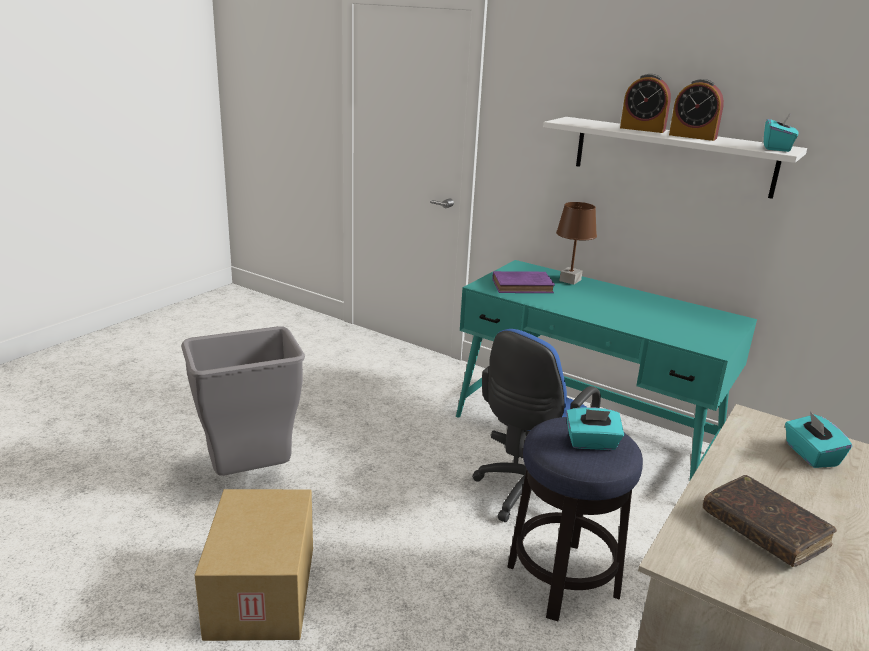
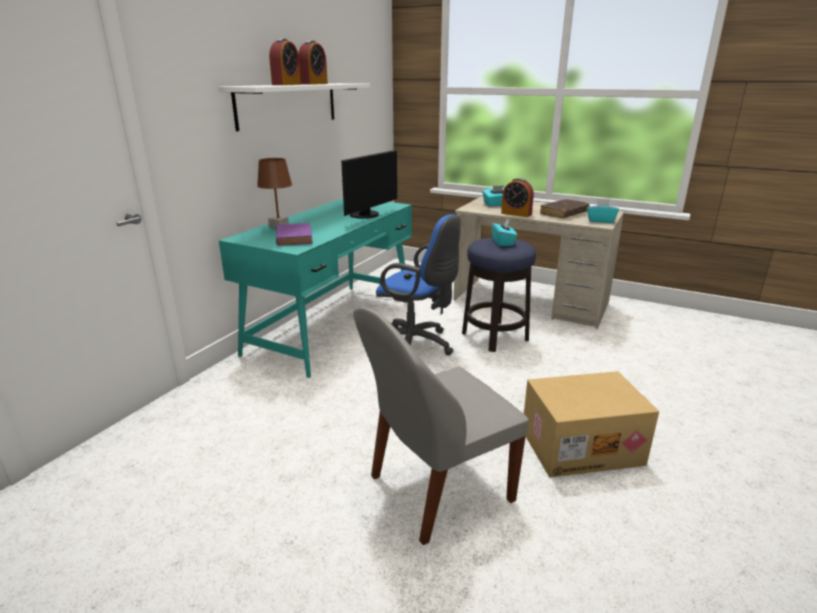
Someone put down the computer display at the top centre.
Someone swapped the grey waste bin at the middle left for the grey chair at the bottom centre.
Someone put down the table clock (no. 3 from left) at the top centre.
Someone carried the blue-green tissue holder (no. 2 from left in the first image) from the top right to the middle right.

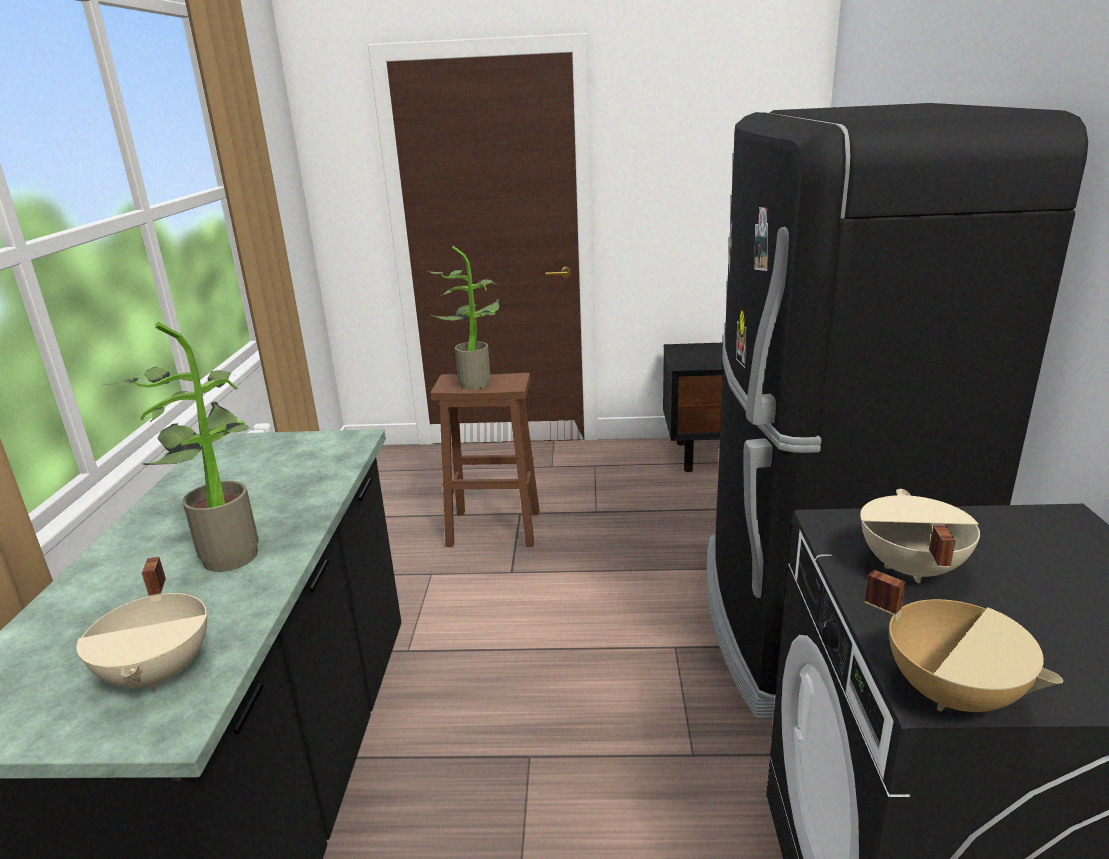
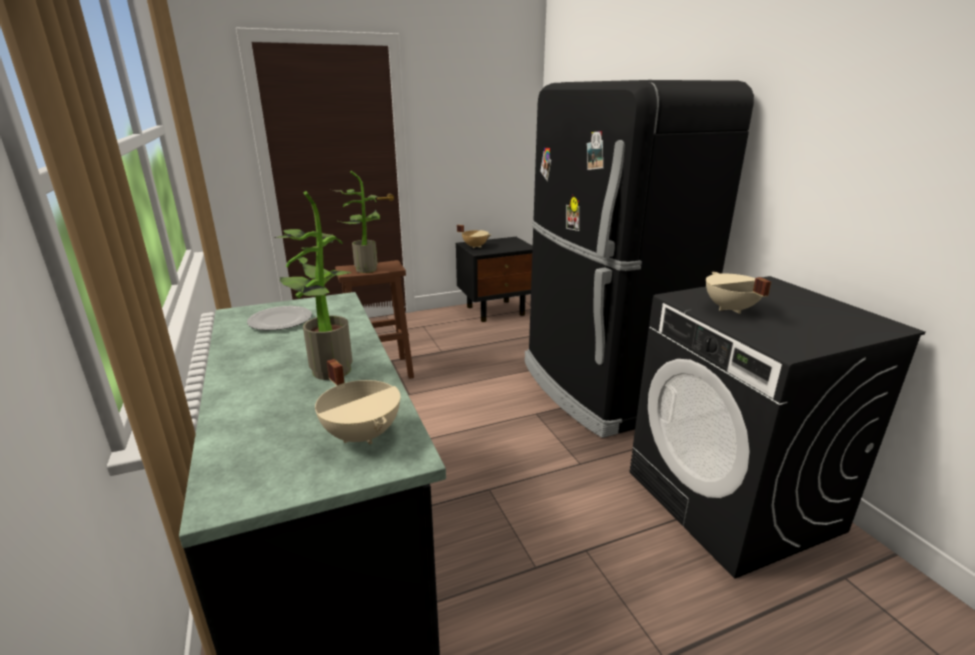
Someone put down the plate at the middle left.
Someone carried the beige saucepot (no. 3 from left in the first image) from the bottom right to the centre.

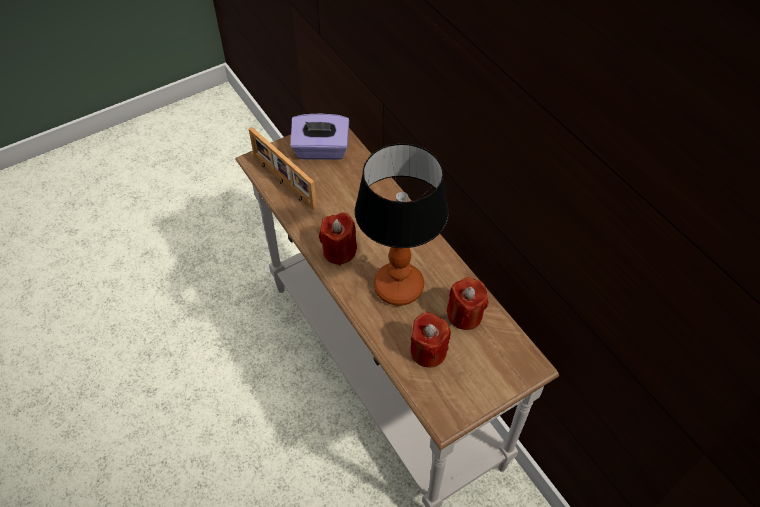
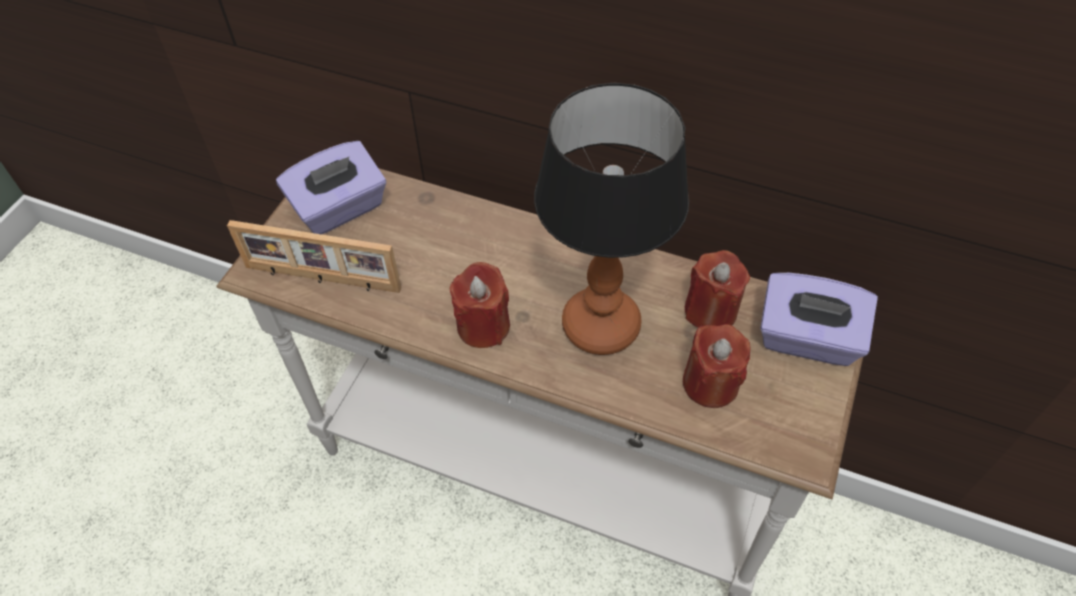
Someone put down the purple-coloured tissue holder (no. 2 from left) at the middle right.

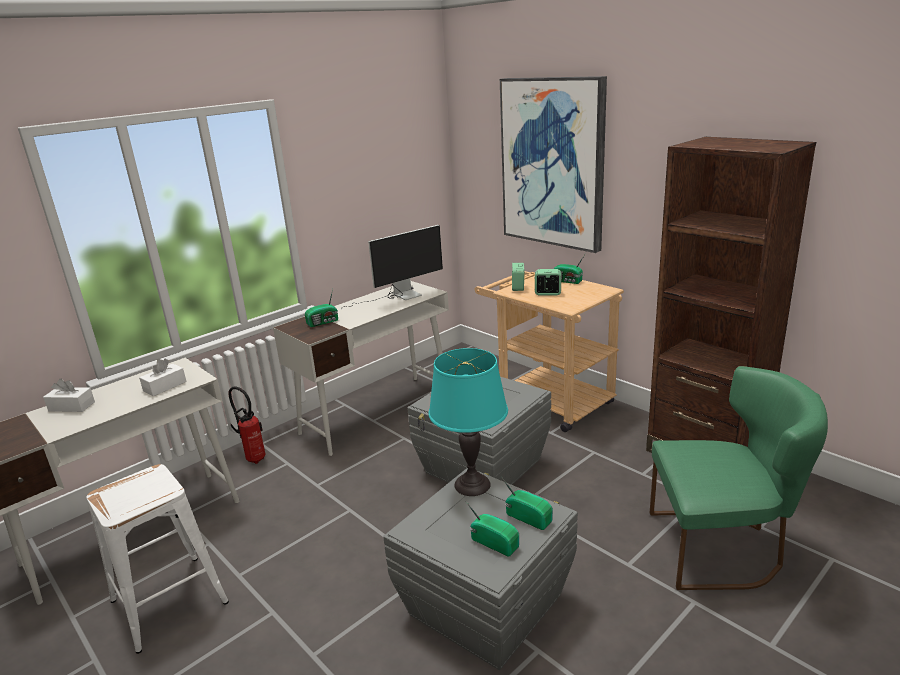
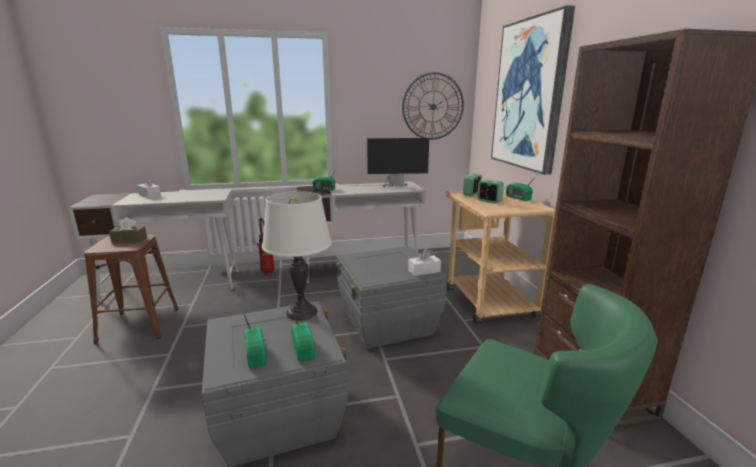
Someone repainted the white stool at the bottom left, which became the brown stool at the middle left.
Someone put down the brown tissue holder at the middle left.
Someone repainted the blue-green tabletop lamp at the centre, which became the white tabletop lamp at the centre.
Someone put up the wall clock at the top centre.
Someone carried the white tissue holder (no. 2 from left) from the middle left to the centre.

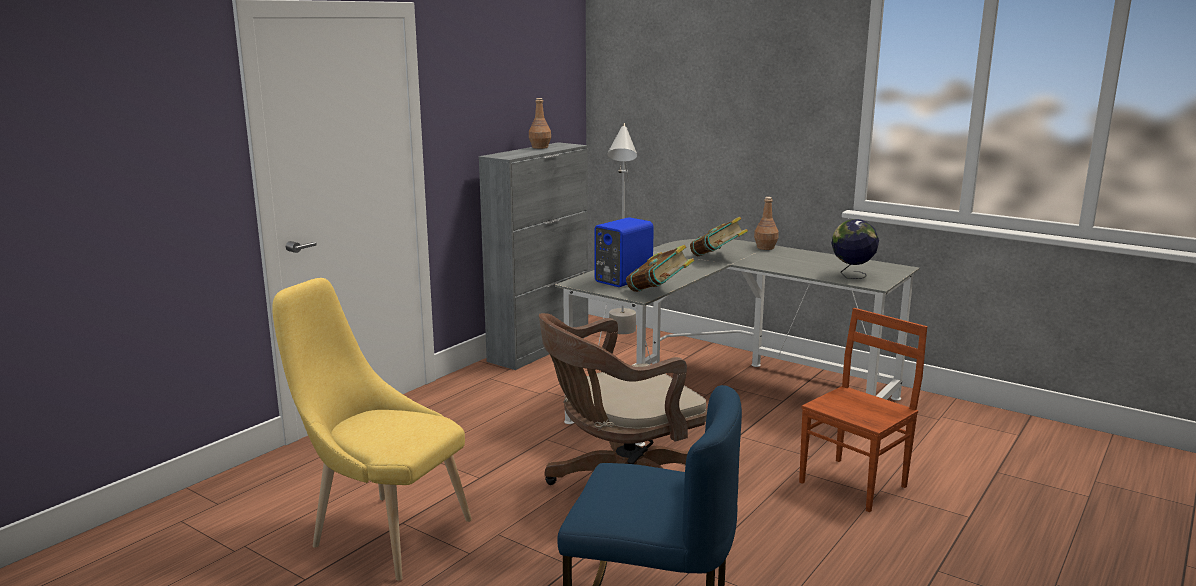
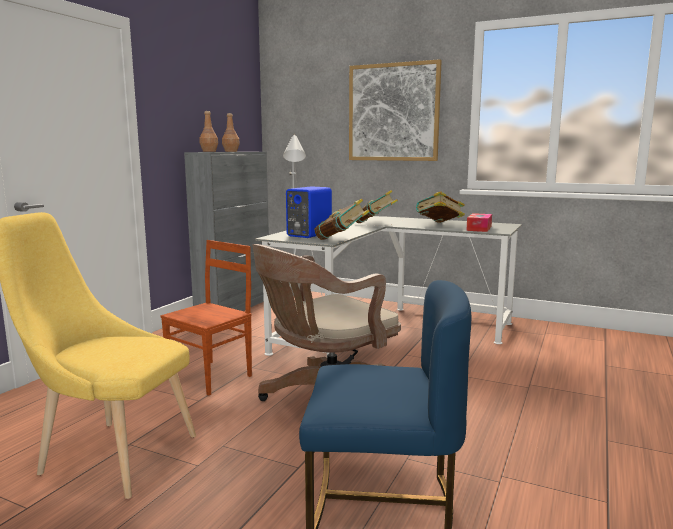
Someone carried the brown chair from the bottom right to the middle left.
Someone carried the brown beverage bottle (no. 2 from left in the first image) from the centre to the top left.
Someone put up the wall art at the top centre.
Someone put down the book (no. 3 from left) at the centre.
Someone swapped the world globe at the middle right for the tissue holder at the middle right.

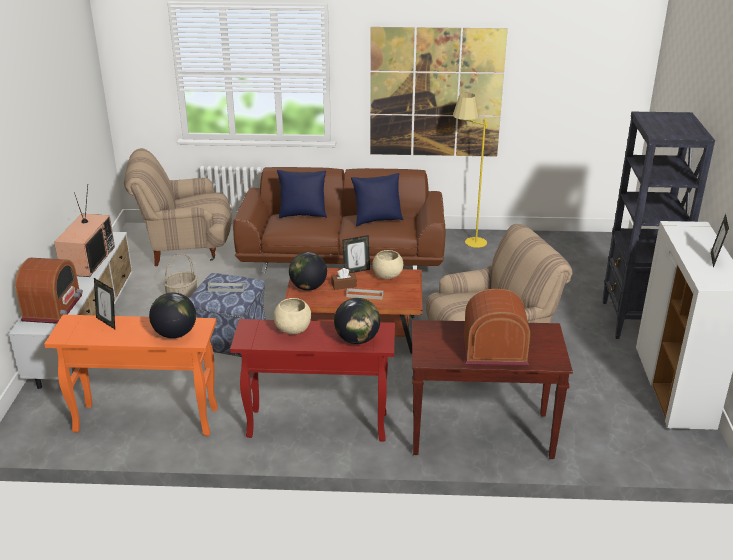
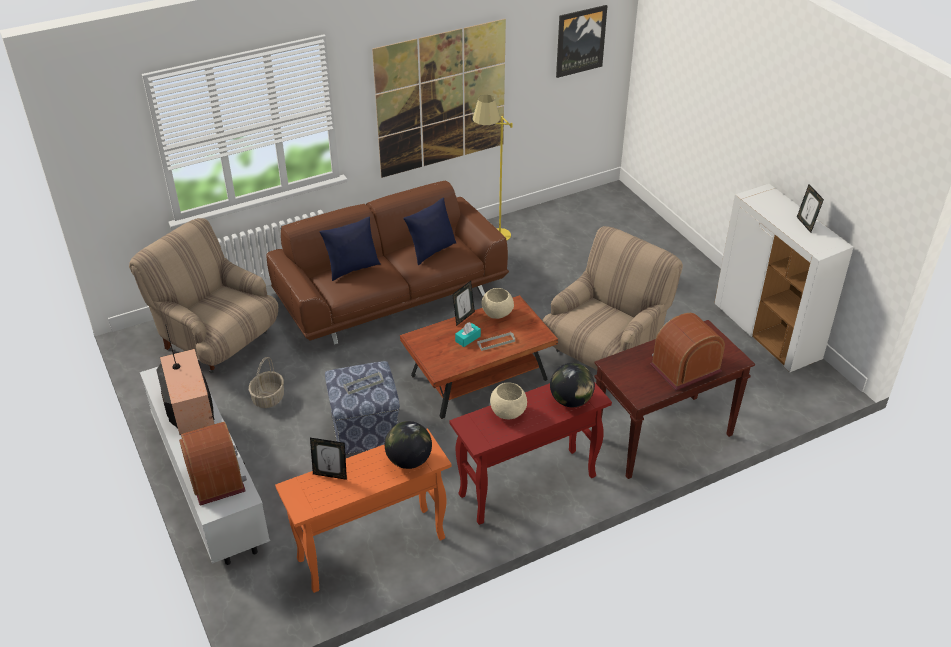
Someone rotated the beige armchair (no. 1 from left) at the middle left by 75 degrees clockwise.
Someone repainted the brown tissue holder at the centre, which became the blue-green tissue holder at the centre.
Someone put up the wall art (no. 2 from left) at the top centre.
Someone took away the world globe (no. 2 from left) at the centre.
Someone took away the black-coloured bookshelf at the middle right.

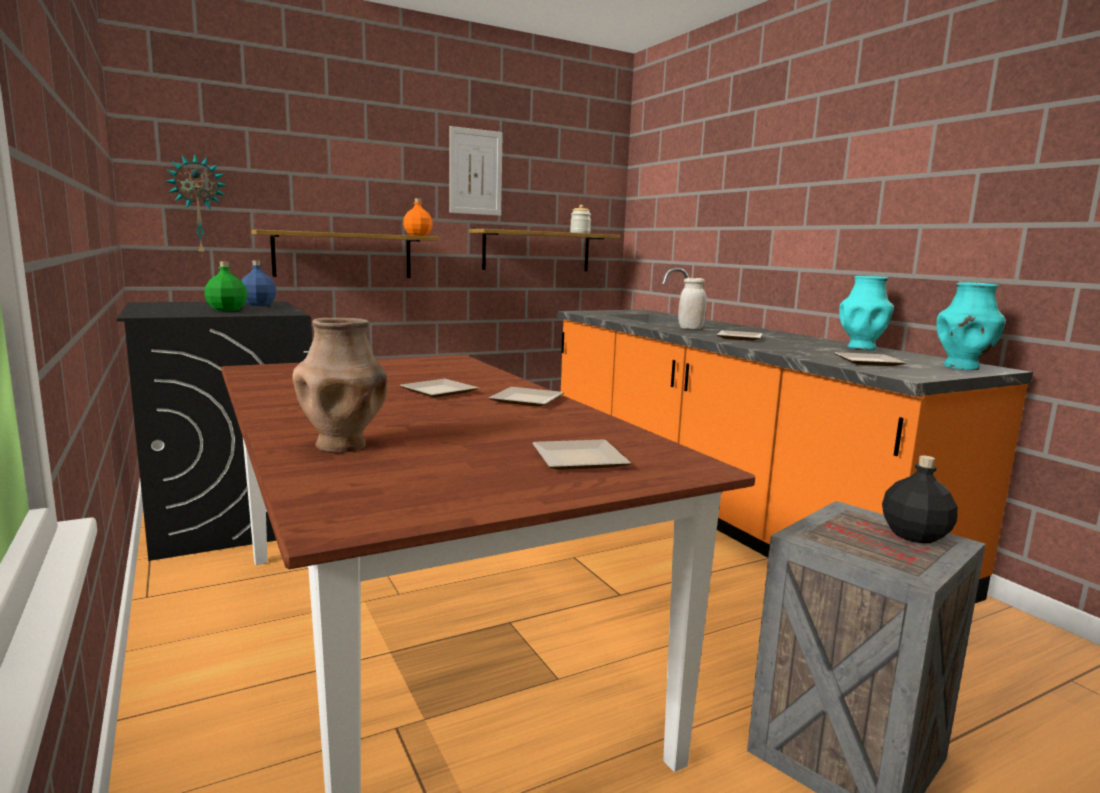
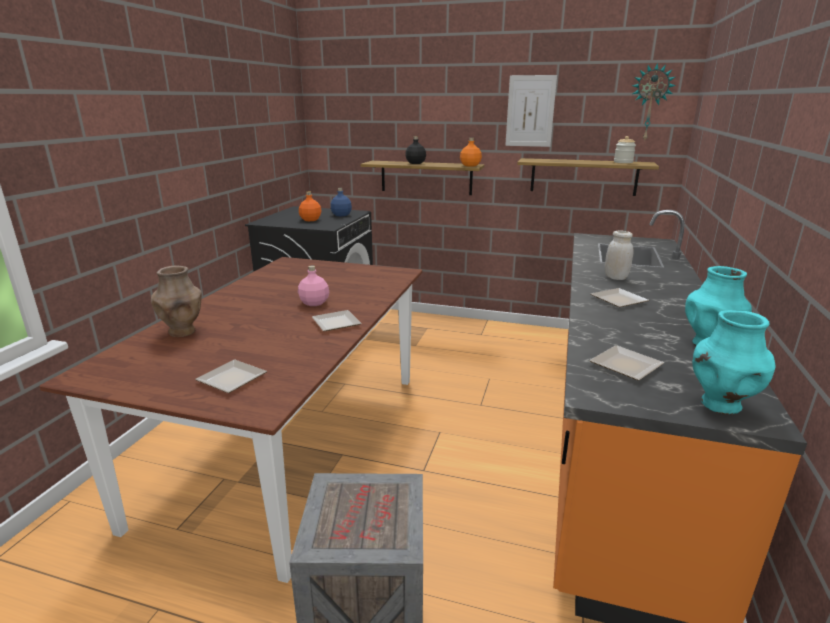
Someone swapped the plate (no. 1 from left) at the centre for the pinkish beverage bottle at the centre.
Someone repainted the greenish beverage bottle at the middle left, which became the orangey beverage bottle (no. 1 from left) at the top centre.
Someone carried the black-coloured beverage bottle from the middle right to the top centre.
Someone carried the wall clock from the top left to the top right.

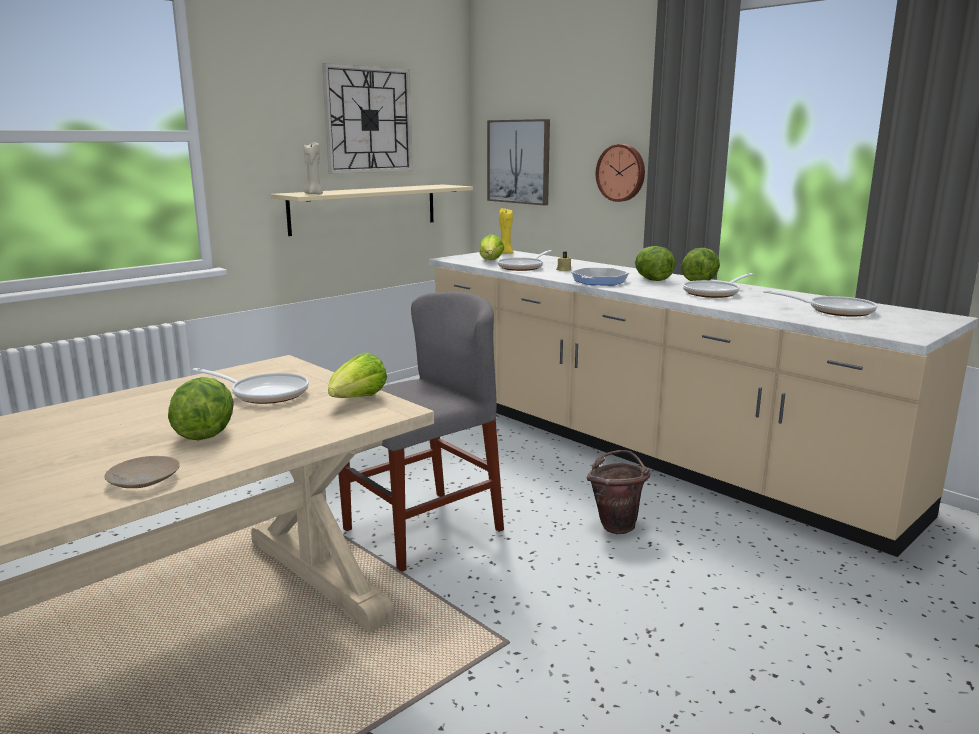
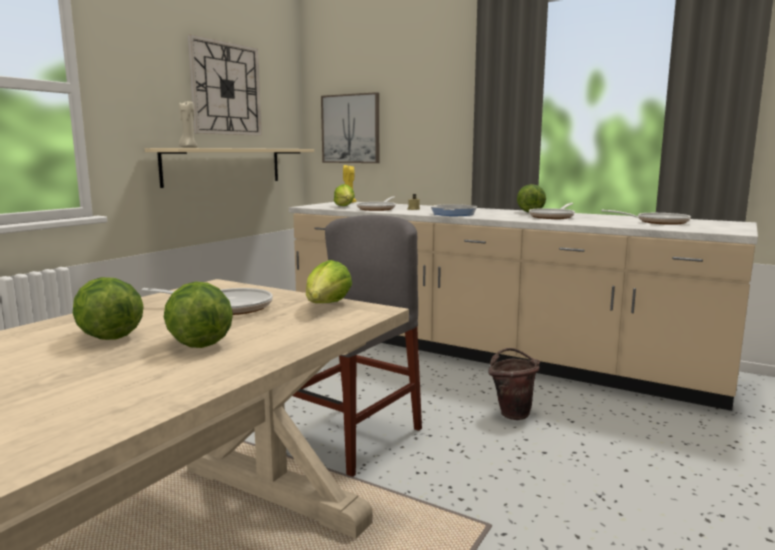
Someone carried the lettuce (no. 4 from left in the first image) from the middle right to the middle left.
Someone took away the beige plate at the middle left.
Someone took away the wall clock (no. 2 from left) at the top centre.

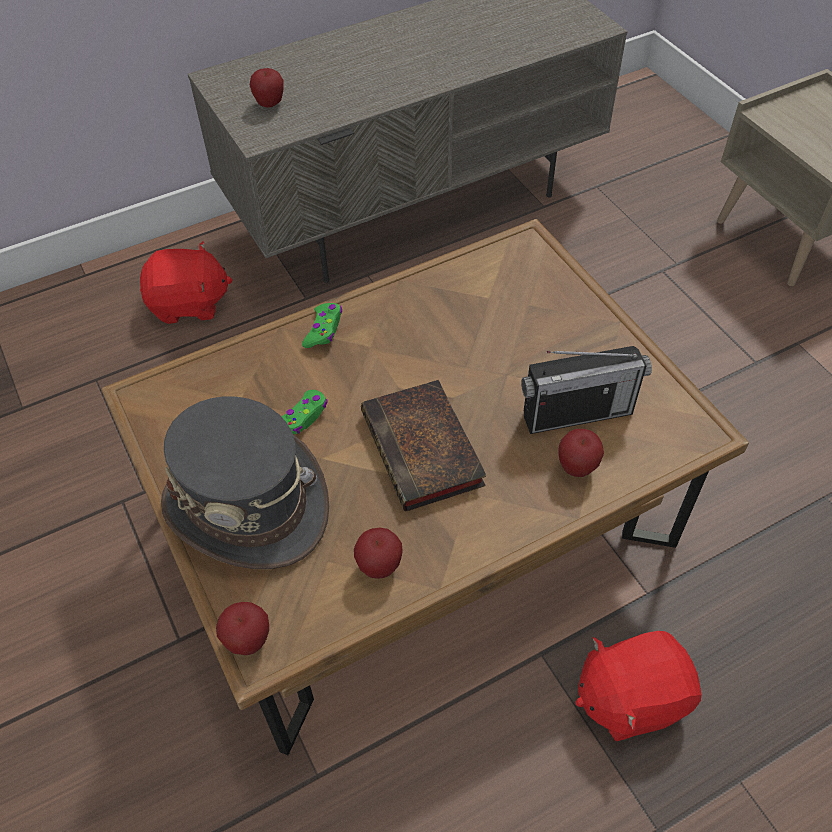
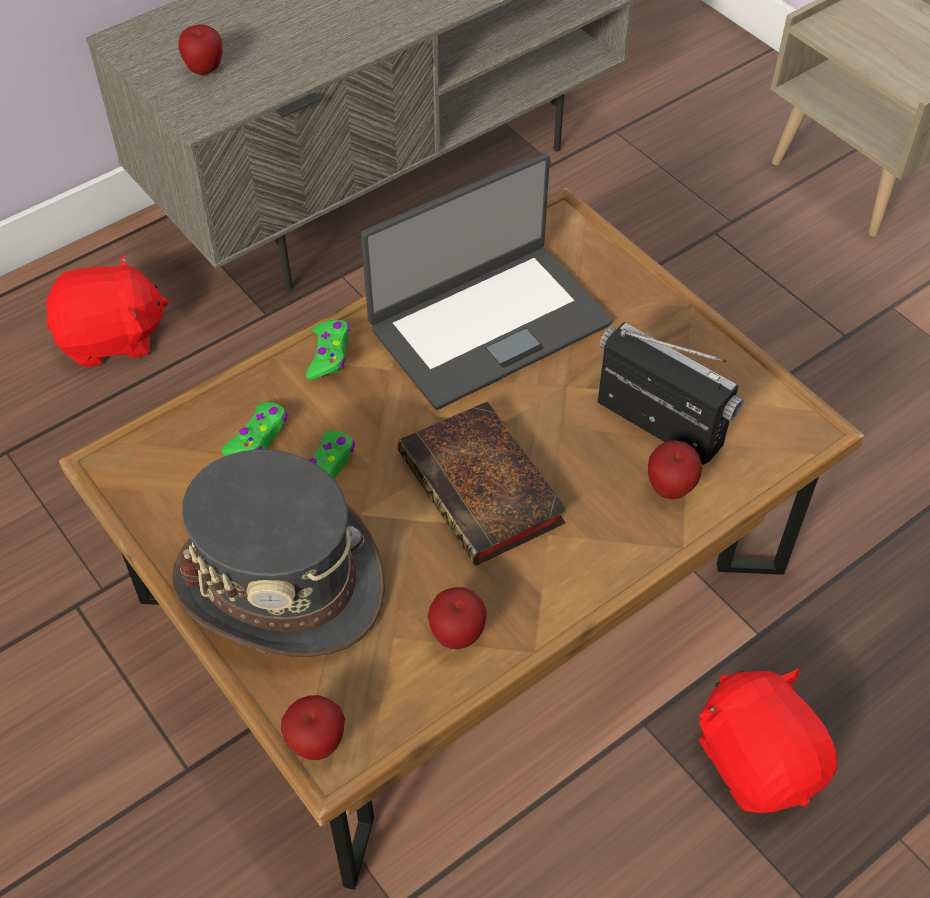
Someone put down the greenish joypad (no. 1 from left) at the middle left.
Someone put down the notebook computer at the top centre.
Someone rotated the radio receiver at the middle right by 120 degrees counterclockwise.
Someone rotated the red soft toy (no. 2 from left) at the bottom right by 90 degrees clockwise.

